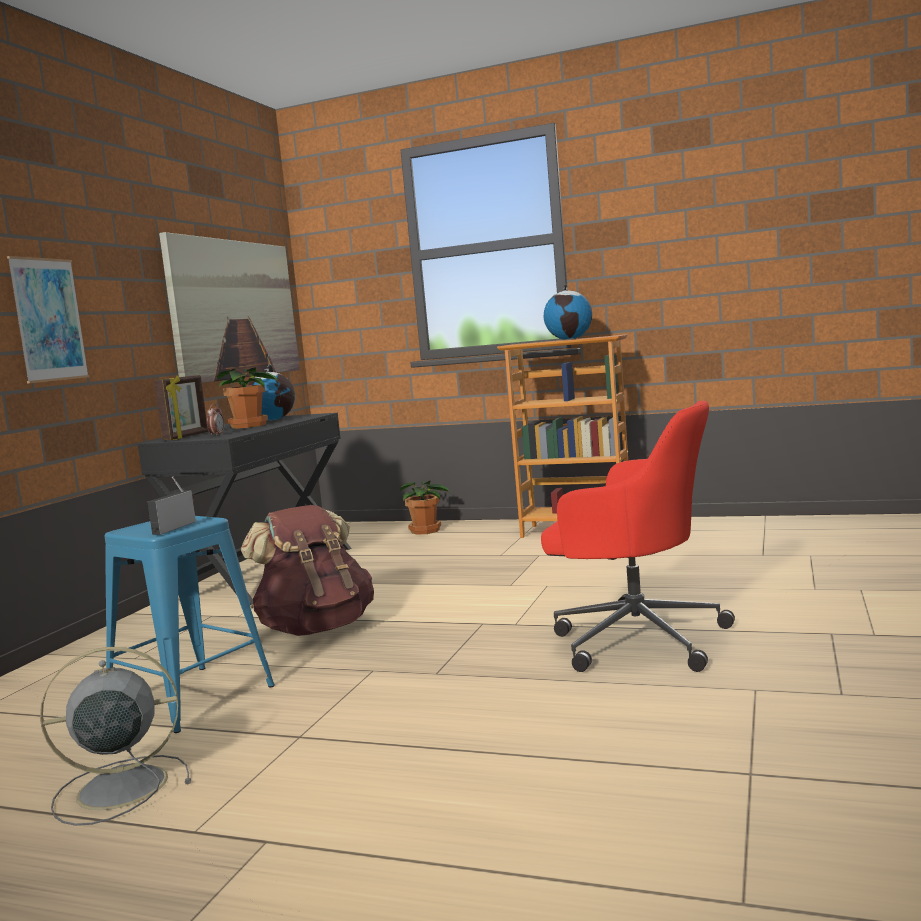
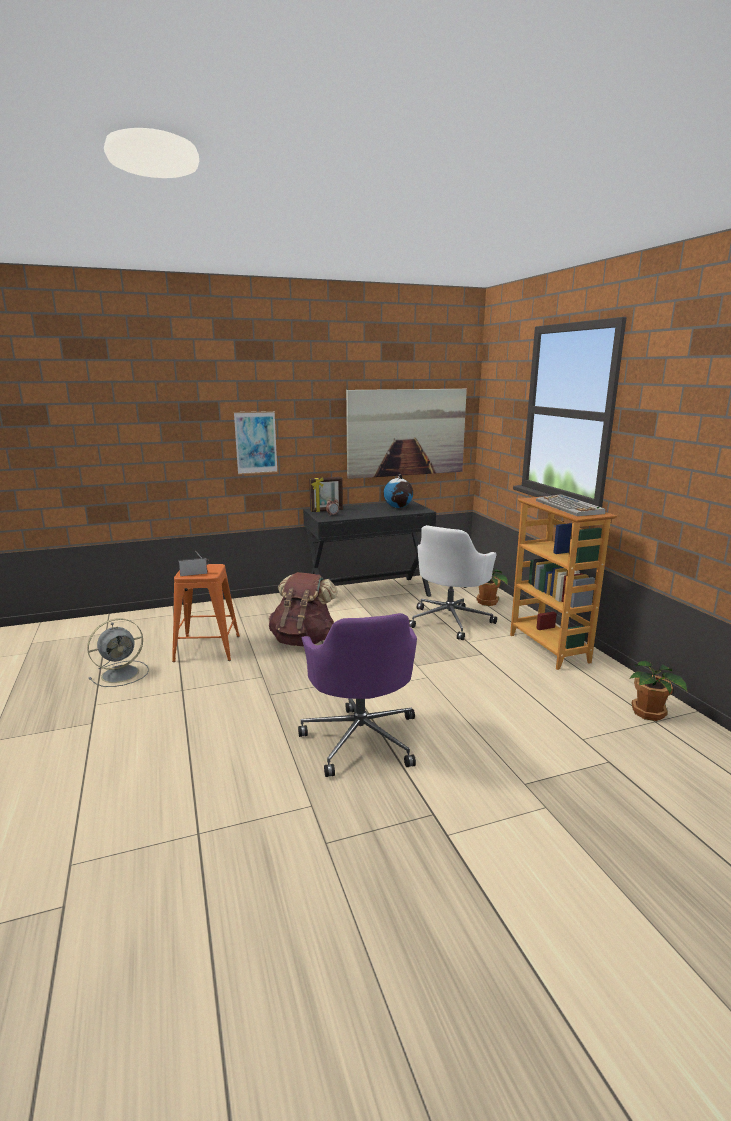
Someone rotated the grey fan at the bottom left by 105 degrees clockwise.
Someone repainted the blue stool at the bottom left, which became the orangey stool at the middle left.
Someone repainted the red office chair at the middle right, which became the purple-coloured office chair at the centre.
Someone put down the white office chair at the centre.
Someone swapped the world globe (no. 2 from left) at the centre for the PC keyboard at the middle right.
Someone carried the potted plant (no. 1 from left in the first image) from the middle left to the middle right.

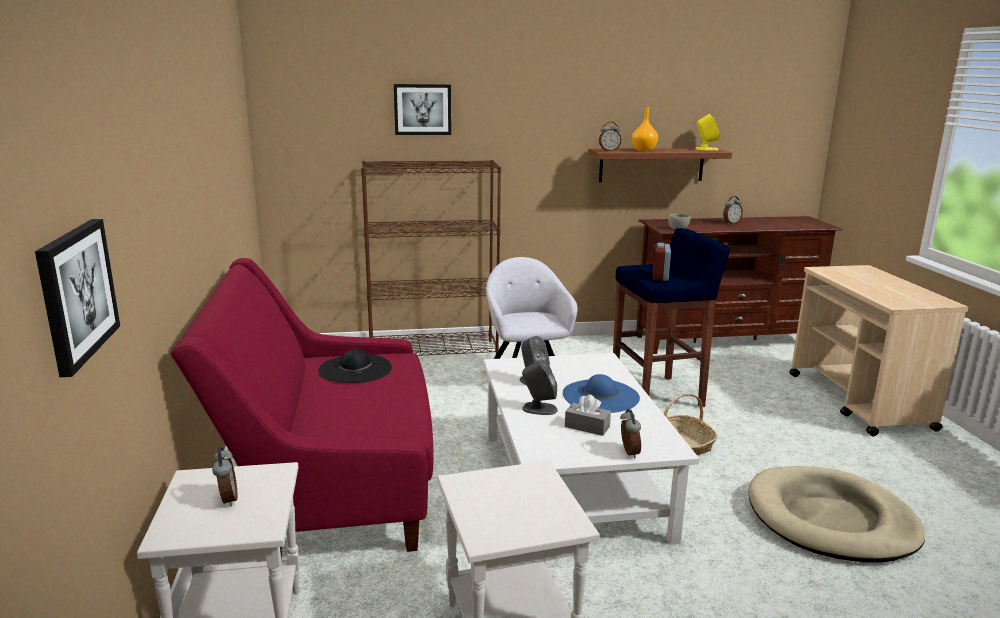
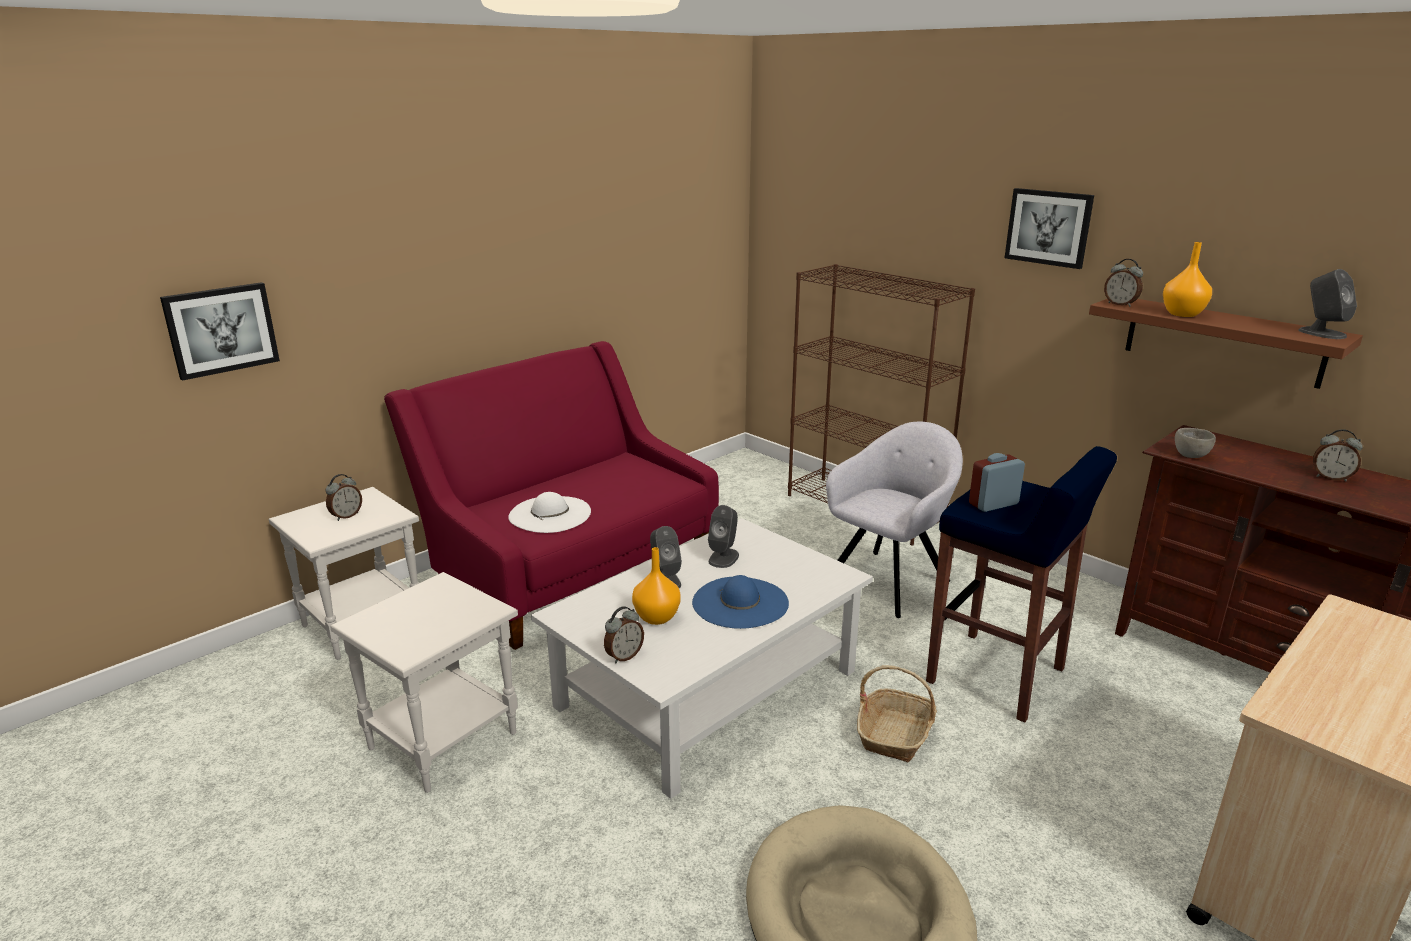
Someone put down the white hat at the centre.
Someone swapped the grey tissue holder at the bottom centre for the orangey decorative vase (no. 1 from left) at the centre.
Someone carried the wall art (no. 2 from left) from the top centre to the top right.
Someone repainted the yellowish speaker at the top right, which became the grey speaker (no. 3 from left) at the top right.
Someone took away the black-coloured hat at the centre.

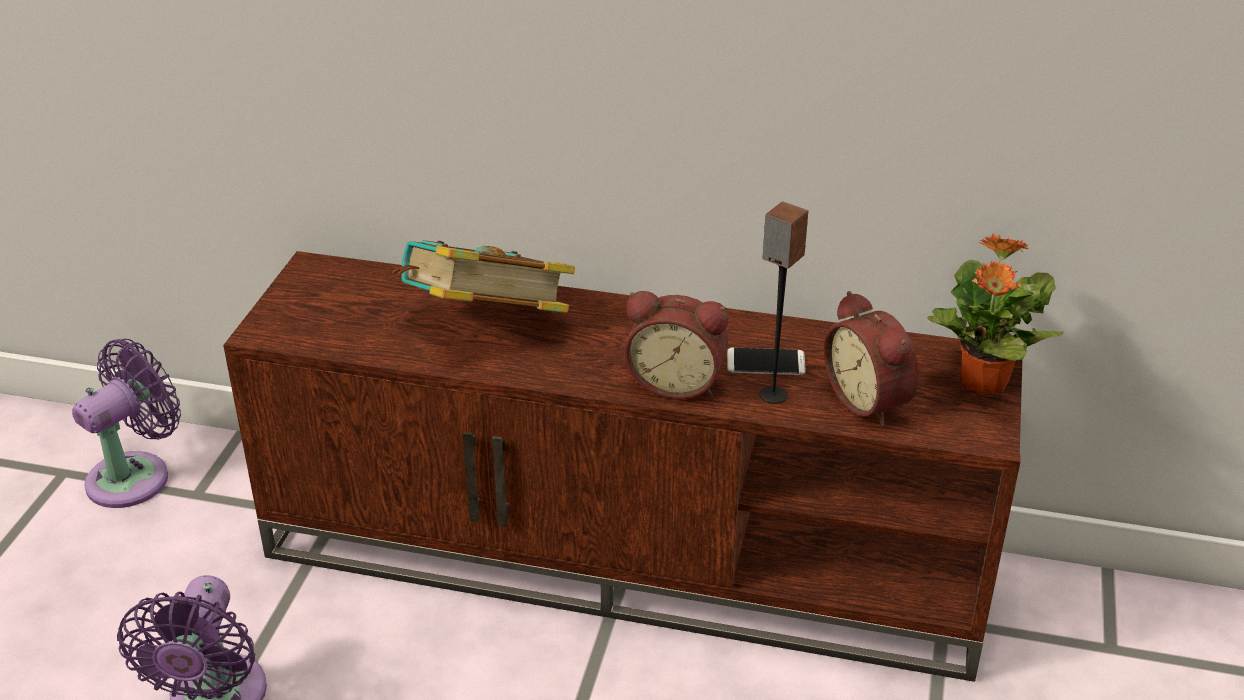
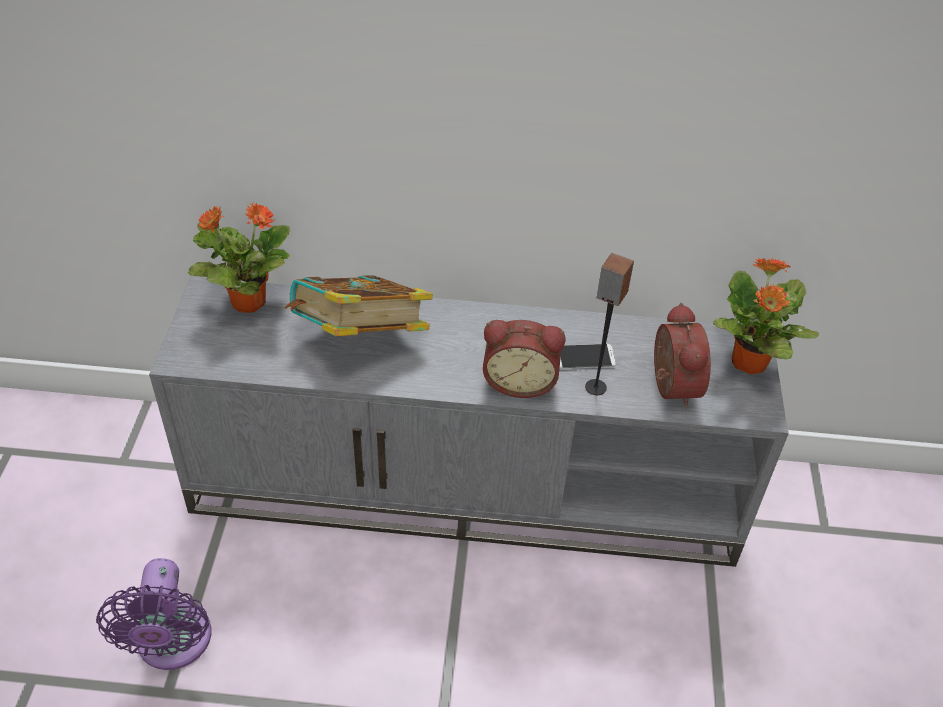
Someone repainted the brown media console at the centre, which became the grey media console at the centre.
Someone put down the potted plant (no. 1 from left) at the middle left.
Someone rotated the table clock (no. 2 from left) at the middle right by 150 degrees counterclockwise.
Someone took away the purple-coloured fan (no. 1 from left) at the middle left.

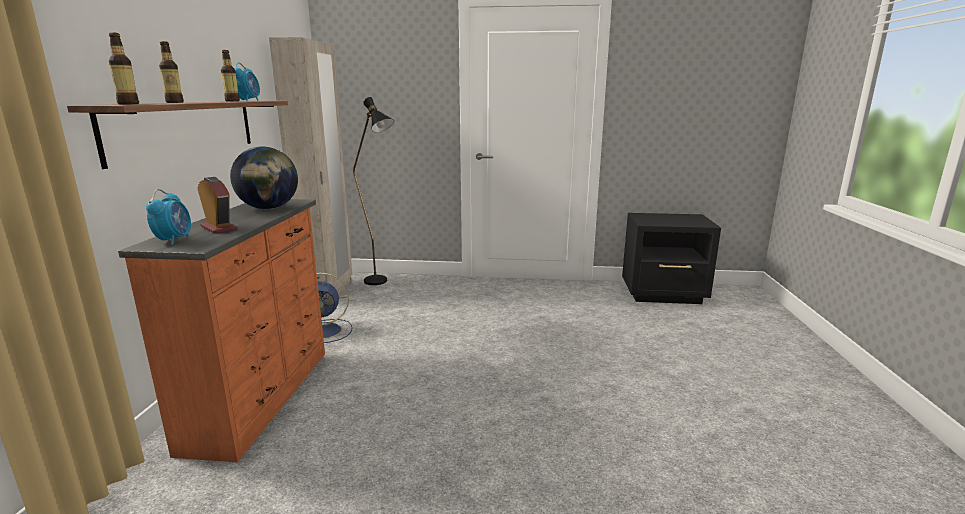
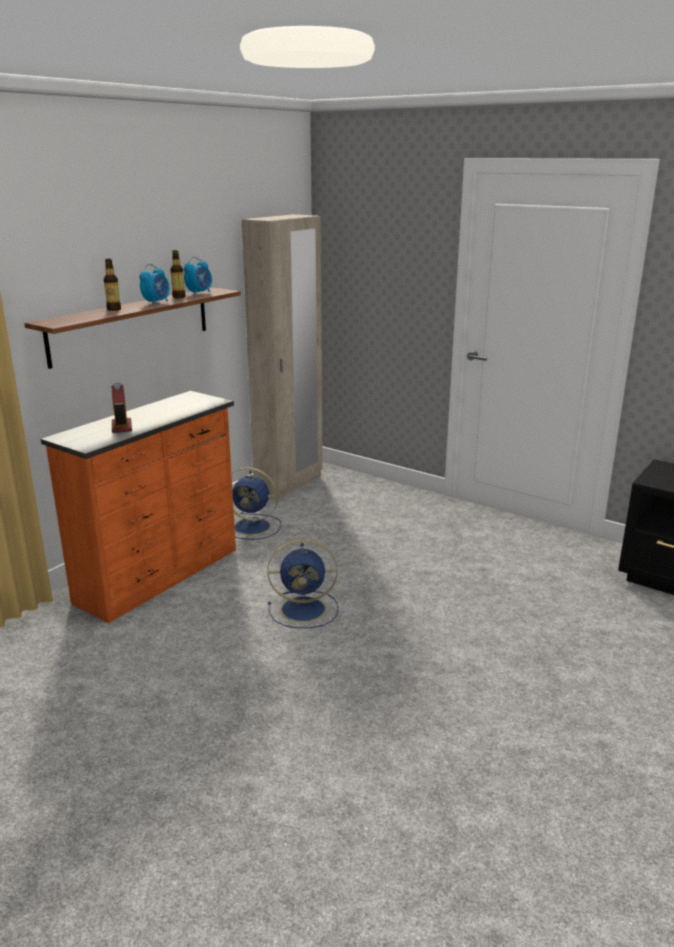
Someone carried the table clock (no. 1 from left in the first image) from the middle left to the top left.
Someone put down the blue fan (no. 2 from left) at the centre.
Someone took away the beverage bottle (no. 1 from left) at the top left.
Someone took away the world globe at the middle left.
Someone took away the black-coloured standard lamp at the centre.

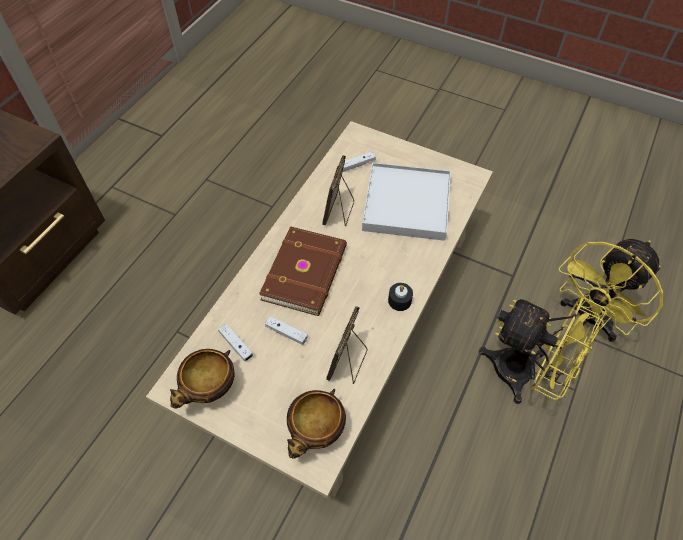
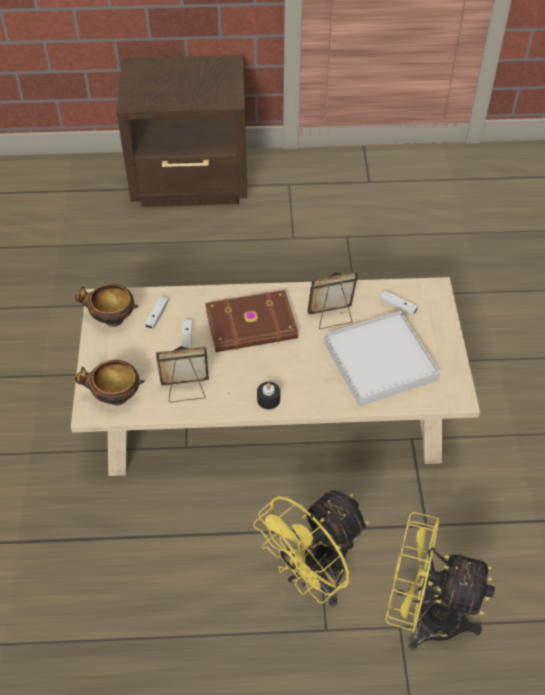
Someone rotated the yellowish fan (no. 1 from left) at the middle right by 45 degrees clockwise.

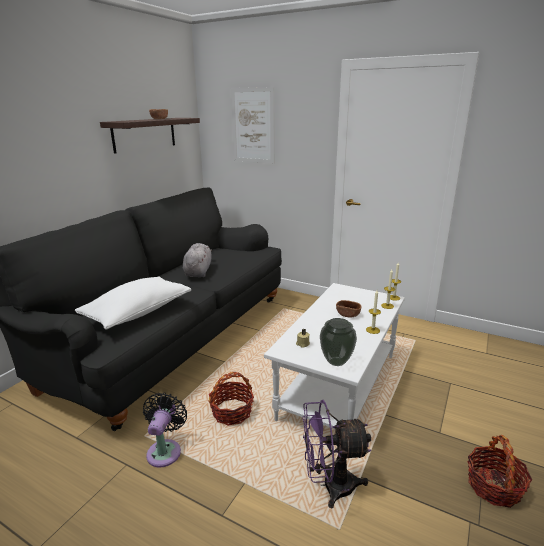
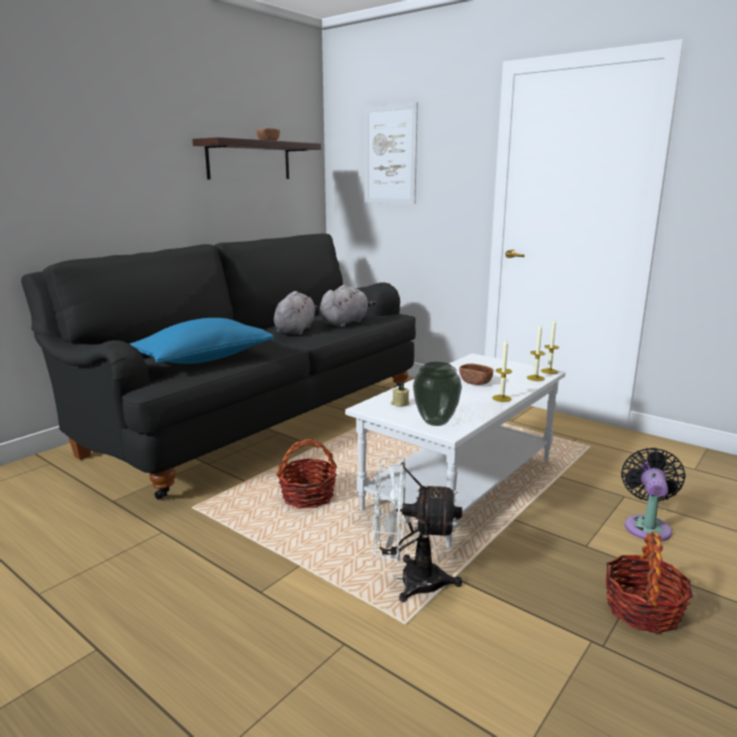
Someone repainted the white cushion at the middle left, which became the blue cushion at the middle left.
Someone put down the grey soft toy (no. 2 from left) at the centre.
Someone repainted the purple-coloured fan at the bottom centre, which became the white fan at the bottom centre.
Someone carried the black-coloured fan from the bottom left to the bottom right.

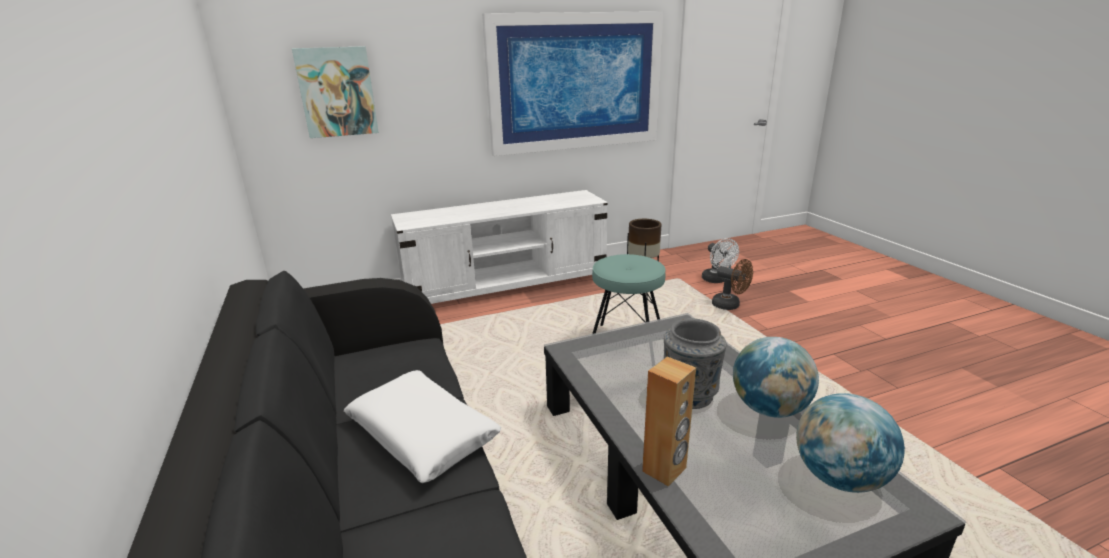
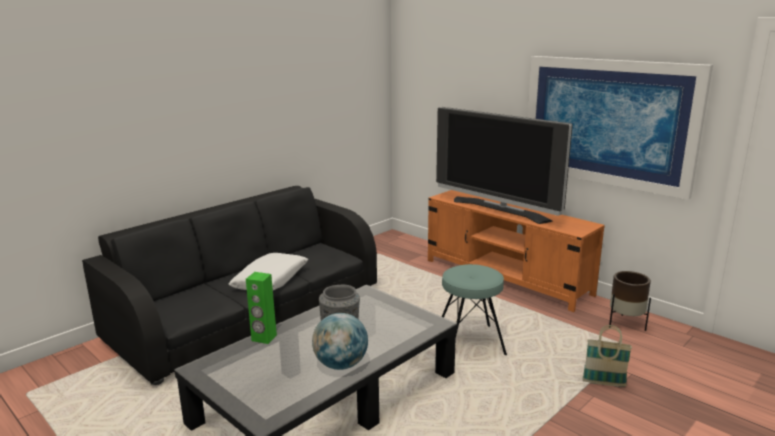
Someone repainted the brown speaker at the bottom centre, which became the greenish speaker at the bottom centre.
Someone repainted the white media console at the centre, which became the orangey media console at the centre.
Someone put down the TV at the centre.
Someone swapped the brown fan at the centre for the household basket at the bottom right.
Someone took away the wall art (no. 1 from left) at the top left.
Someone took away the white fan at the centre.
Someone took away the world globe (no. 2 from left) at the bottom right.

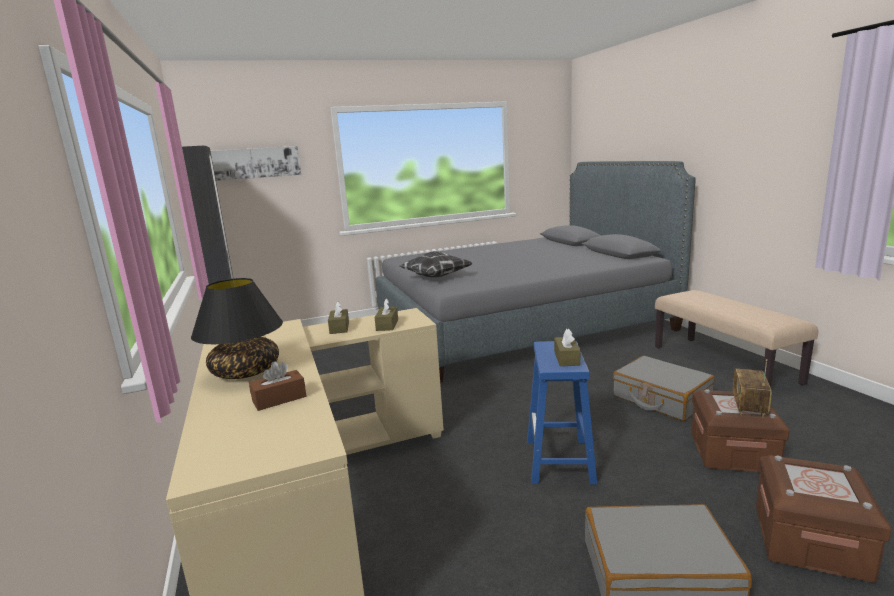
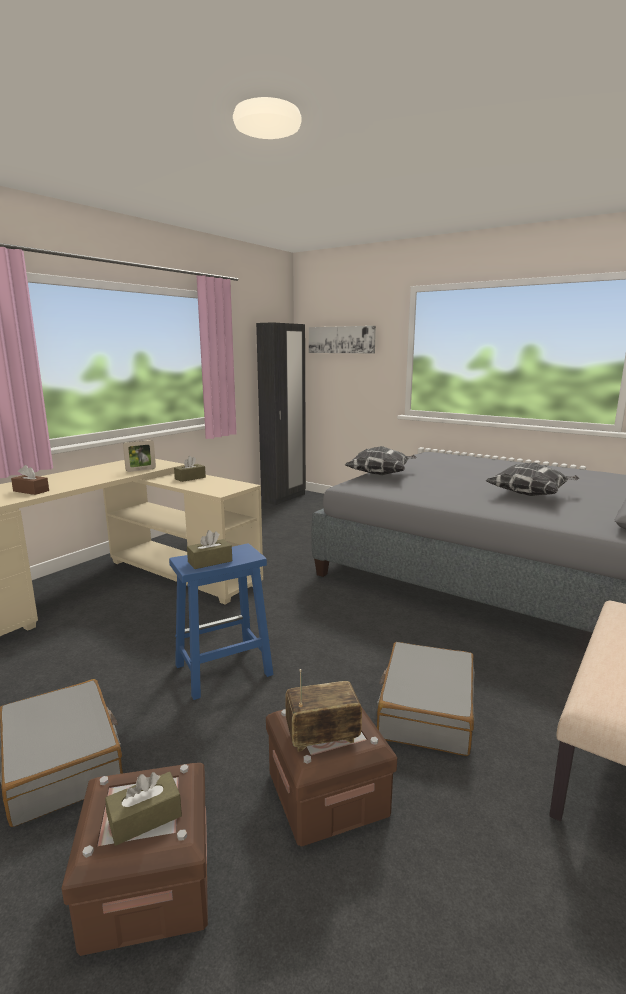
Someone carried the brown tissue holder (no. 3 from left in the first image) from the centre to the bottom left.
Someone put down the standing frame at the middle left.
Someone put down the cushion (no. 2 from left) at the middle right.
Someone took away the black-coloured tabletop lamp at the middle left.

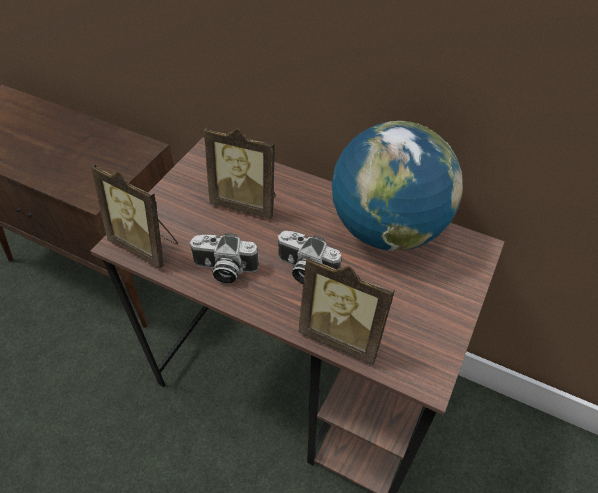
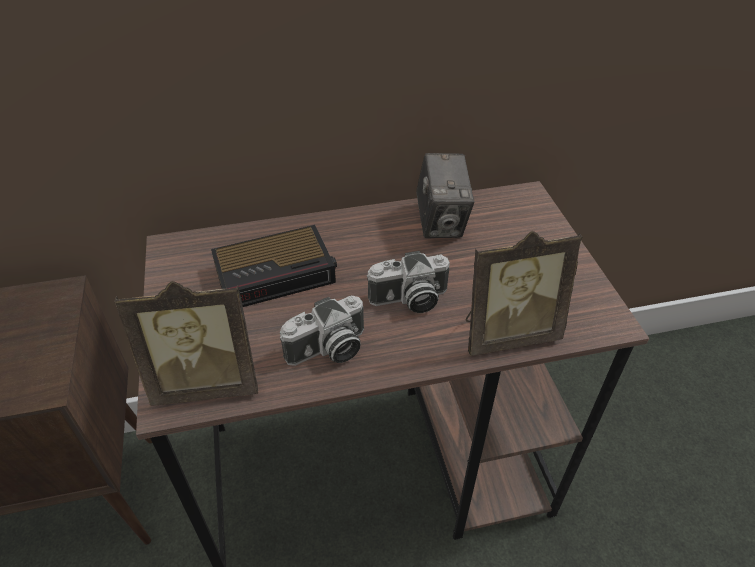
Someone swapped the standing frame (no. 2 from left) at the centre for the table clock at the centre.
Someone swapped the world globe at the centre for the photo camera (no. 3 from left) at the centre.

